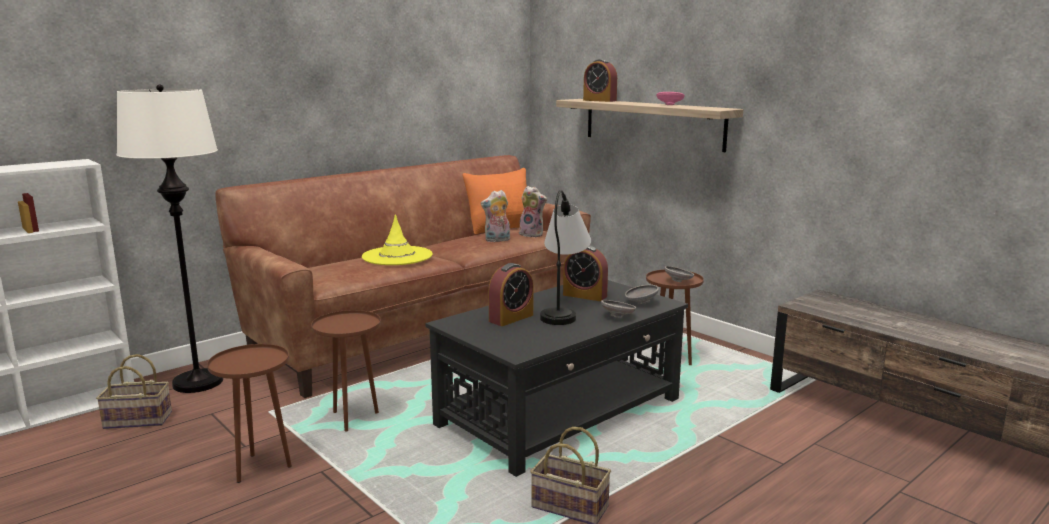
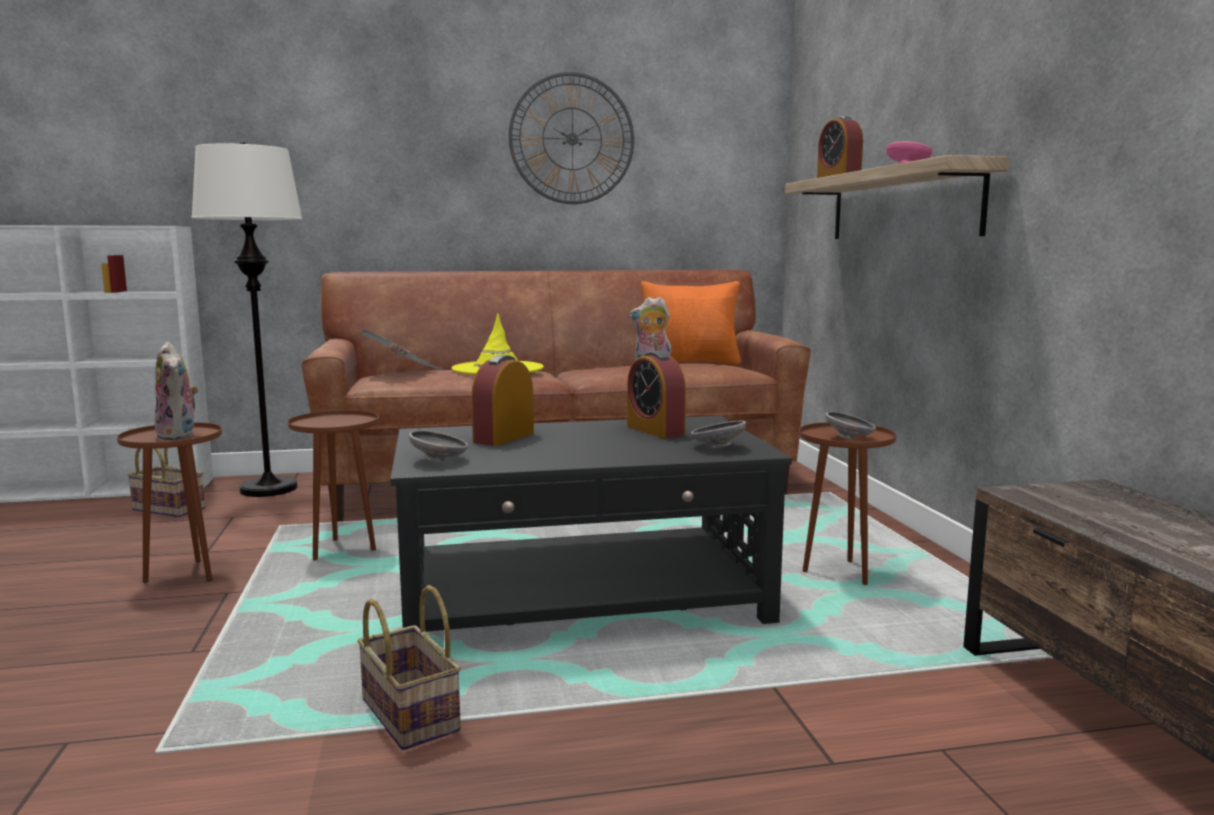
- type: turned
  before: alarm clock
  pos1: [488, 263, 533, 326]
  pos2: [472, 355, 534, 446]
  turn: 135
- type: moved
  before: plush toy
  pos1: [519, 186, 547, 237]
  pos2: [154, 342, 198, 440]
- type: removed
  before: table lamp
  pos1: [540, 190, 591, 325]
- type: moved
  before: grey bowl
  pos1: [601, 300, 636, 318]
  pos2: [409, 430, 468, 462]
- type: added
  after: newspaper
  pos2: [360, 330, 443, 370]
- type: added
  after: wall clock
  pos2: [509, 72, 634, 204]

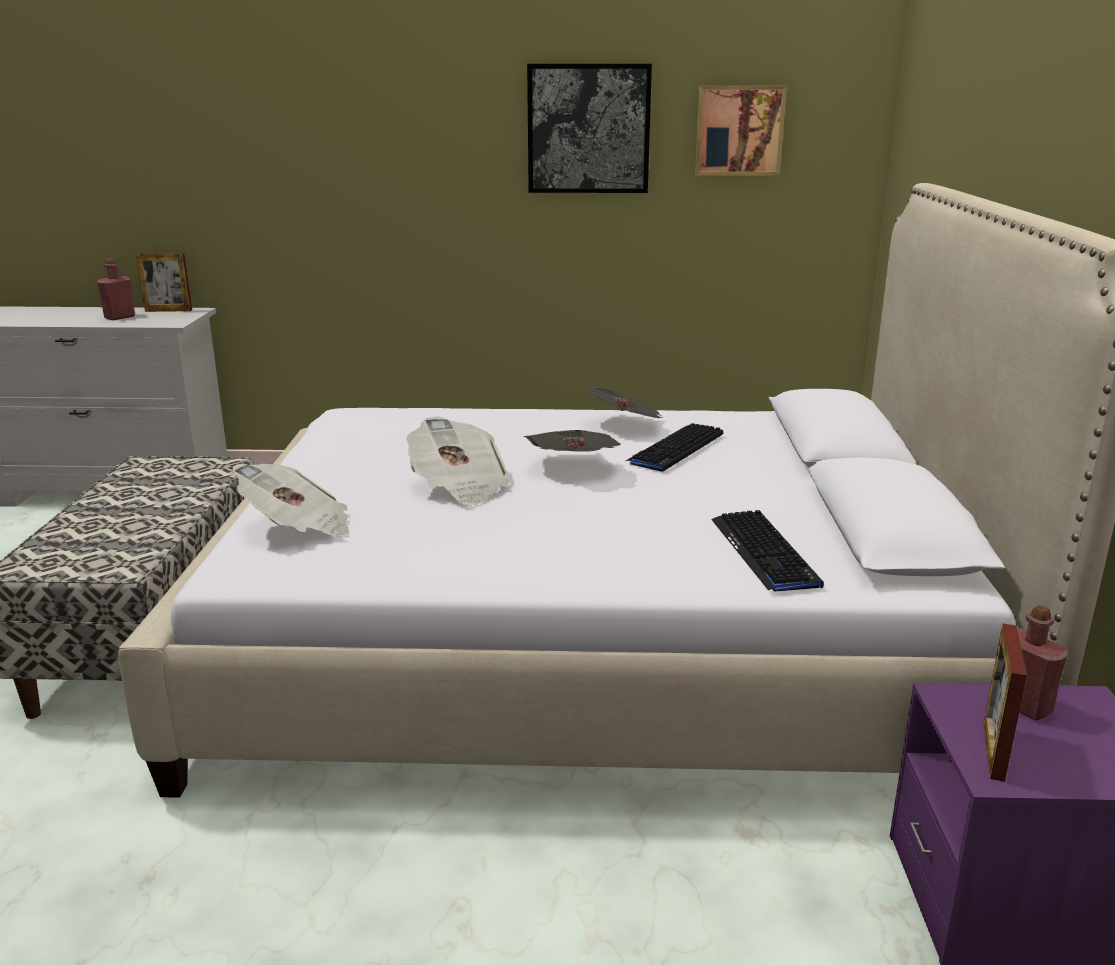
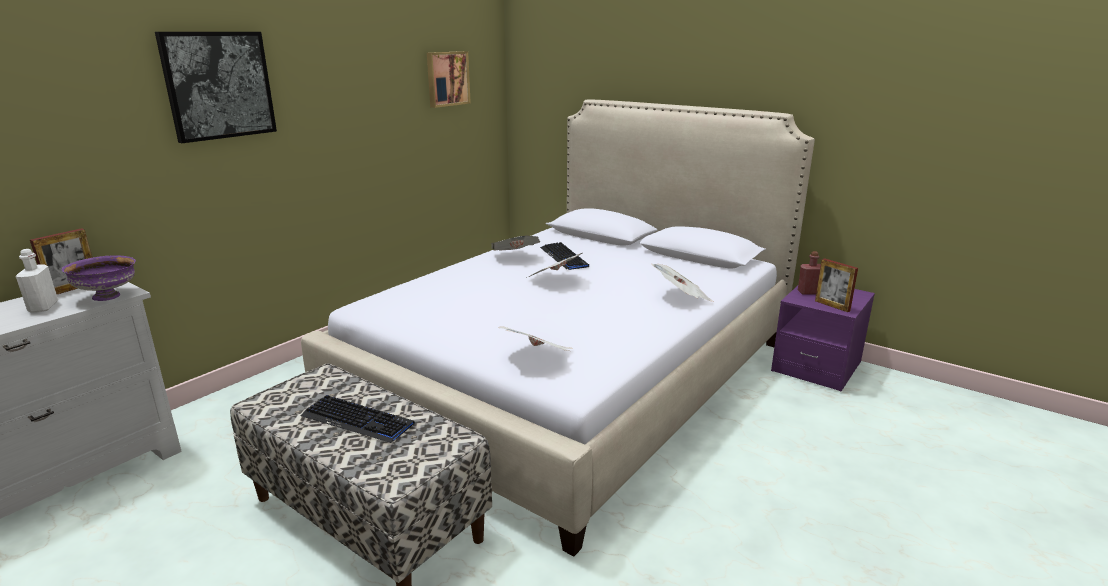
- type: recoloured
  before: red bottle
  after: white bottle
  pos1: [97, 258, 135, 320]
  pos2: [16, 249, 58, 313]
- type: moved
  before: newspaper
  pos1: [406, 417, 510, 506]
  pos2: [651, 264, 714, 302]
- type: moved
  before: picture
  pos1: [527, 64, 652, 193]
  pos2: [155, 32, 277, 143]
- type: moved
  before: keyboard
  pos1: [711, 510, 824, 592]
  pos2: [301, 395, 415, 443]
- type: added
  after: purple bowl
  pos2: [62, 255, 136, 301]

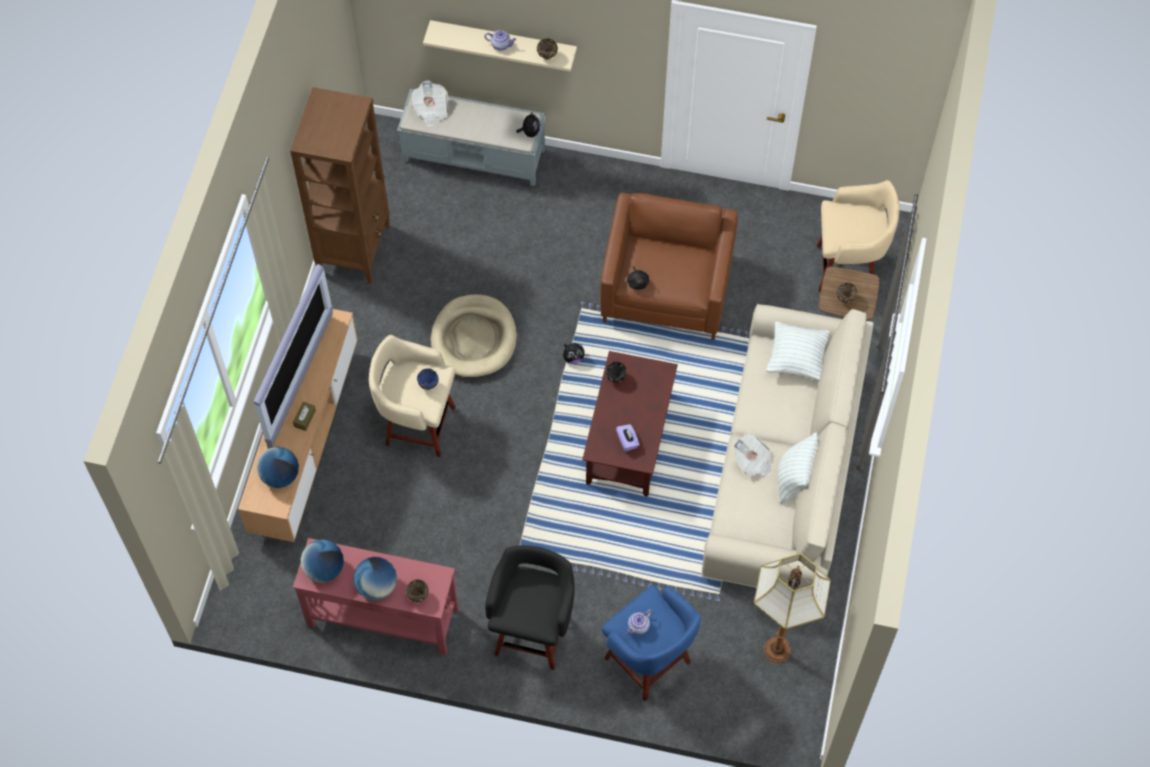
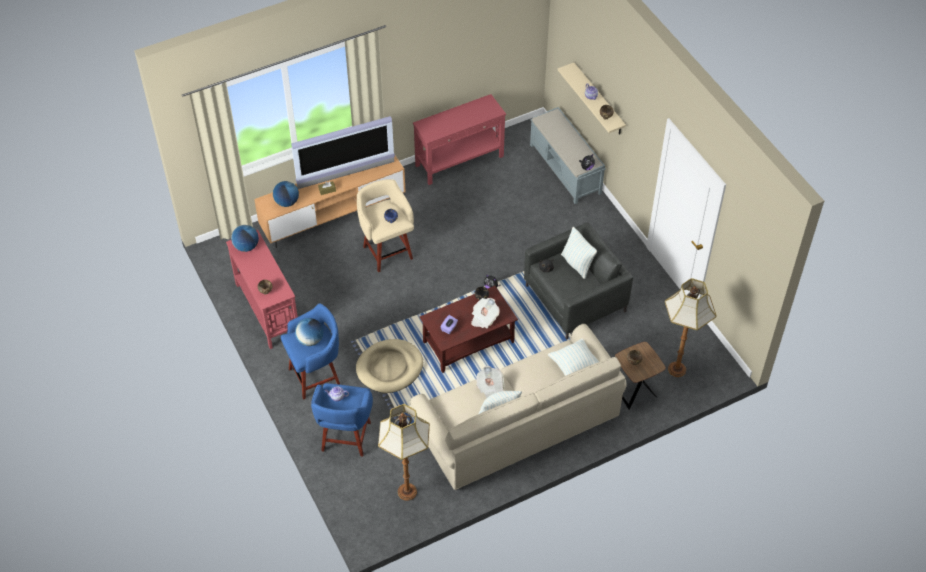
- type: replaced
  before: brown bookcase
  after: red console table
  pos1: [290, 87, 390, 284]
  pos2: [413, 94, 506, 185]
- type: moved
  before: globe
  pos1: [353, 557, 397, 600]
  pos2: [295, 318, 323, 346]
- type: moved
  before: newspaper
  pos1: [412, 81, 449, 127]
  pos2: [471, 298, 500, 329]
- type: moved
  before: beige dog bed
  pos1: [431, 294, 517, 378]
  pos2: [356, 339, 423, 393]
- type: recoloured
  before: black stool
  after: blue stool
  pos1: [485, 545, 575, 670]
  pos2: [281, 304, 340, 400]
- type: recoloured
  before: brown armchair
  after: grey armchair
  pos1: [600, 193, 738, 340]
  pos2: [524, 222, 633, 339]
- type: replaced
  before: beige stool
  after: floor lamp
  pos1: [817, 180, 900, 292]
  pos2: [665, 278, 717, 377]
- type: added
  after: pillow
  pos2: [561, 227, 597, 279]

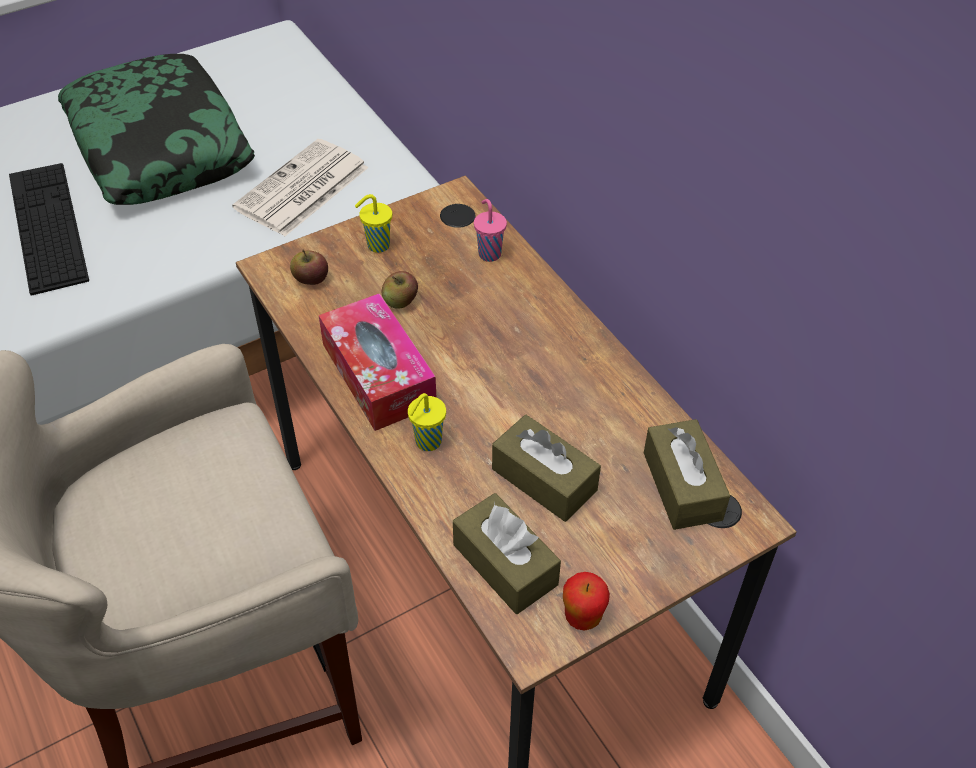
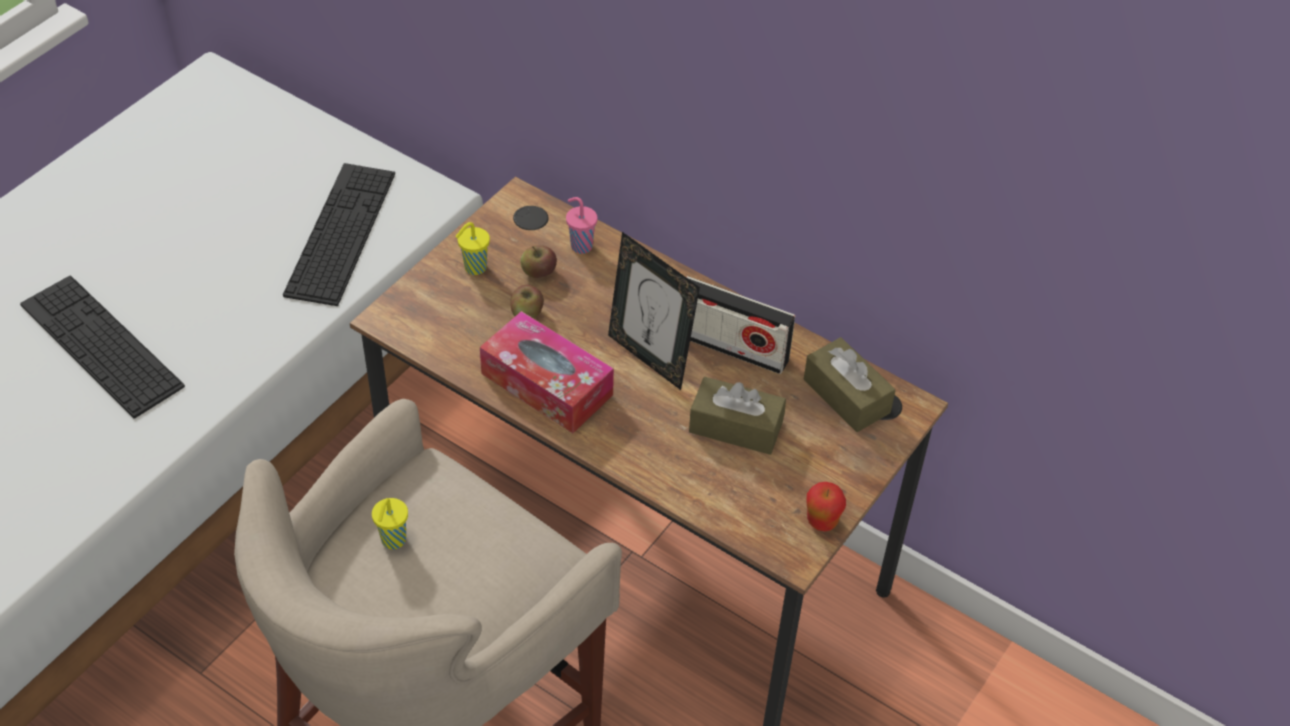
- type: removed
  before: pillow
  pos1: [58, 54, 255, 205]
- type: replaced
  before: newspaper
  after: keyboard
  pos1: [232, 139, 369, 236]
  pos2: [283, 163, 395, 306]
- type: moved
  before: apple
  pos1: [290, 249, 328, 285]
  pos2: [520, 245, 557, 278]
- type: moved
  before: yellow cup
  pos1: [408, 393, 446, 451]
  pos2: [372, 498, 408, 549]
- type: removed
  before: brown tissue box
  pos1: [453, 493, 561, 614]
- type: added
  after: picture frame
  pos2: [608, 232, 700, 390]
- type: added
  after: radio
  pos2: [686, 276, 795, 374]

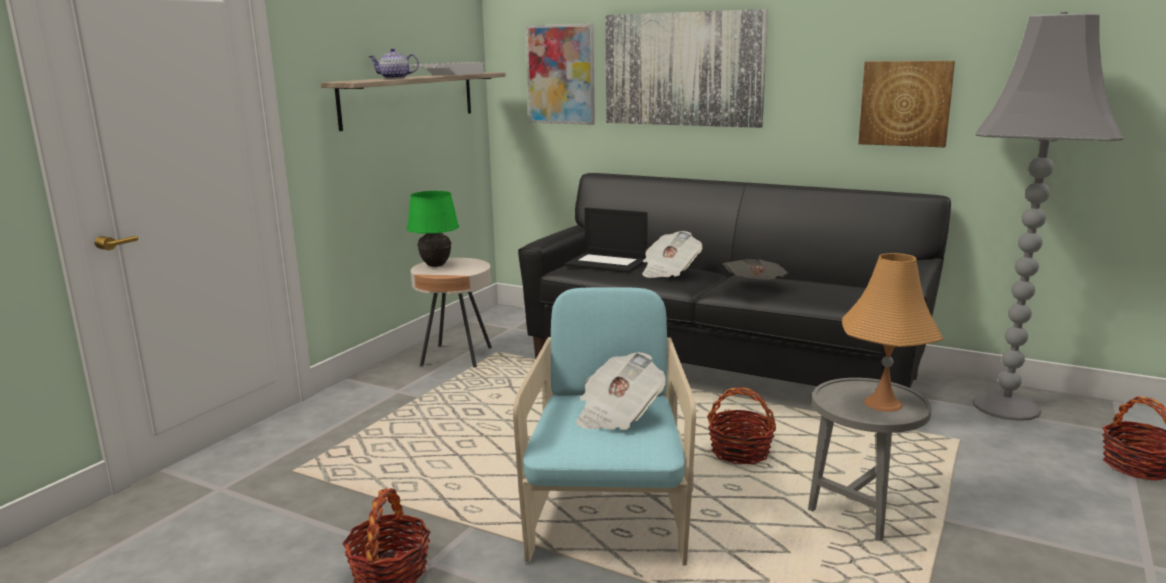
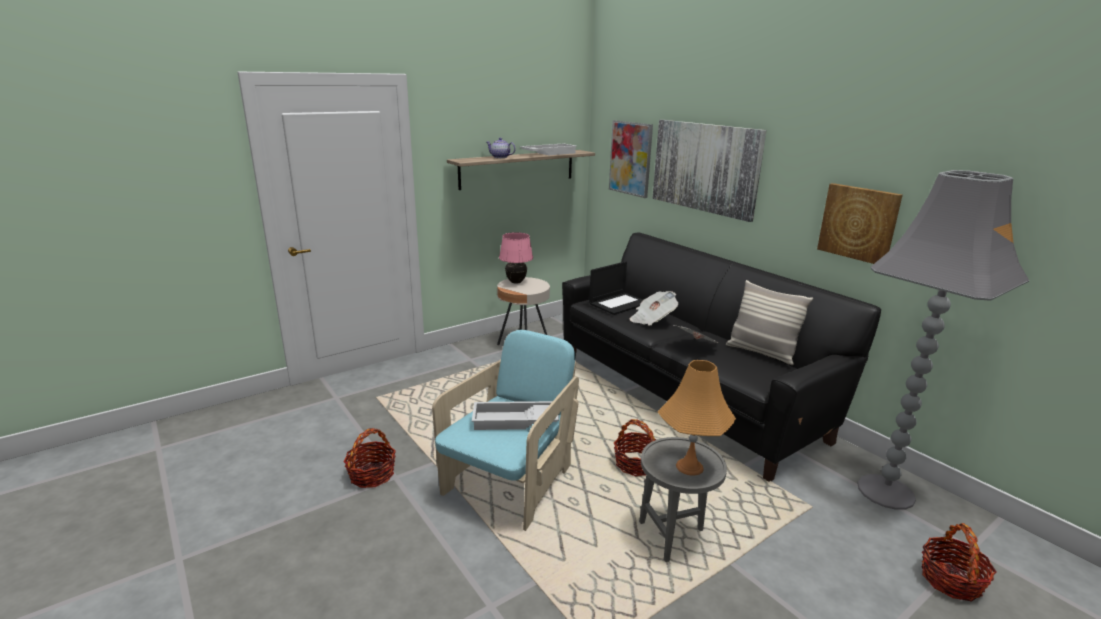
- type: recoloured
  before: green table lamp
  after: pink table lamp
  pos1: [407, 191, 459, 267]
  pos2: [499, 232, 533, 283]
- type: turned
  before: laptop
  pos1: [565, 207, 647, 273]
  pos2: [589, 261, 643, 315]
  turn: -90
- type: replaced
  before: newspaper
  after: white tray
  pos1: [576, 352, 666, 430]
  pos2: [472, 401, 559, 430]
- type: added
  after: pillow
  pos2: [726, 280, 813, 365]

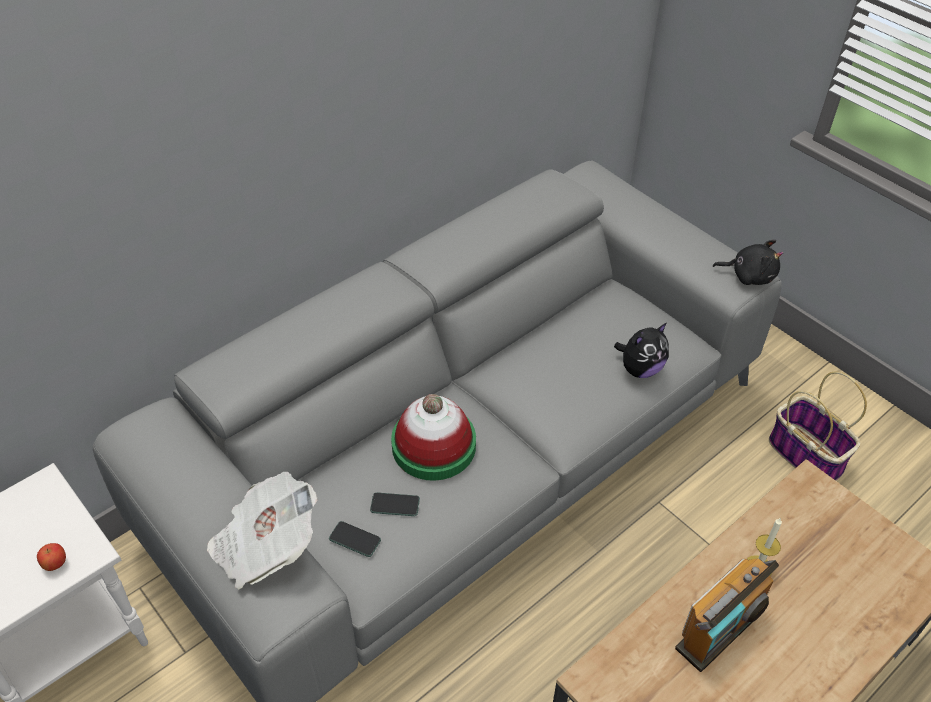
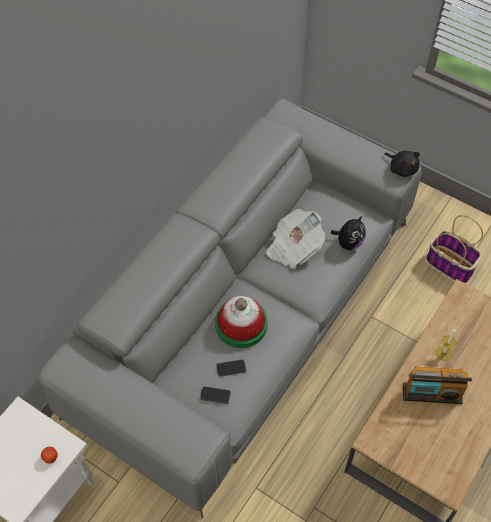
- type: moved
  before: newspaper
  pos1: [207, 472, 318, 590]
  pos2: [266, 209, 325, 269]
- type: turned
  before: radio
  pos1: [675, 558, 779, 672]
  pos2: [403, 366, 472, 404]
  turn: 60
- type: turned
  before: black plush toy
  pos1: [713, 240, 783, 285]
  pos2: [384, 151, 420, 177]
  turn: 45

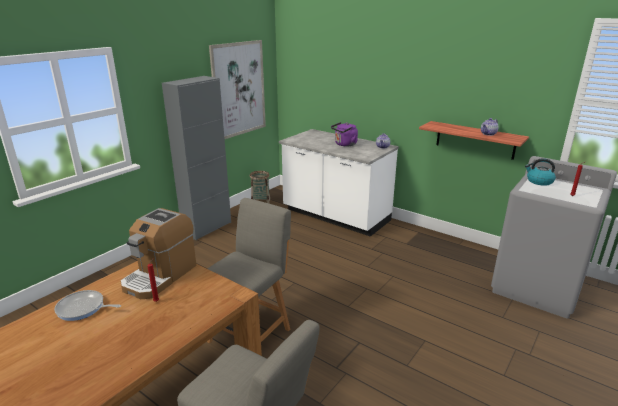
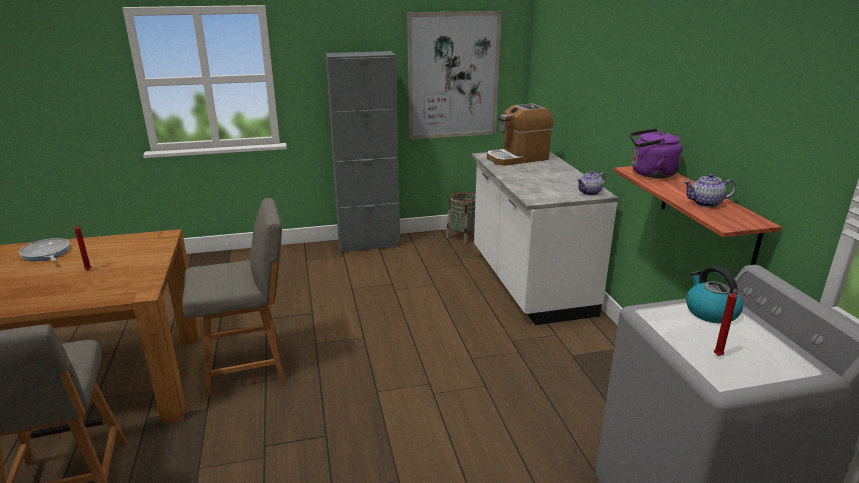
- type: moved
  before: coffee machine
  pos1: [120, 208, 197, 299]
  pos2: [487, 103, 554, 166]
- type: moved
  before: purple kettle
  pos1: [331, 122, 358, 146]
  pos2: [630, 129, 682, 178]

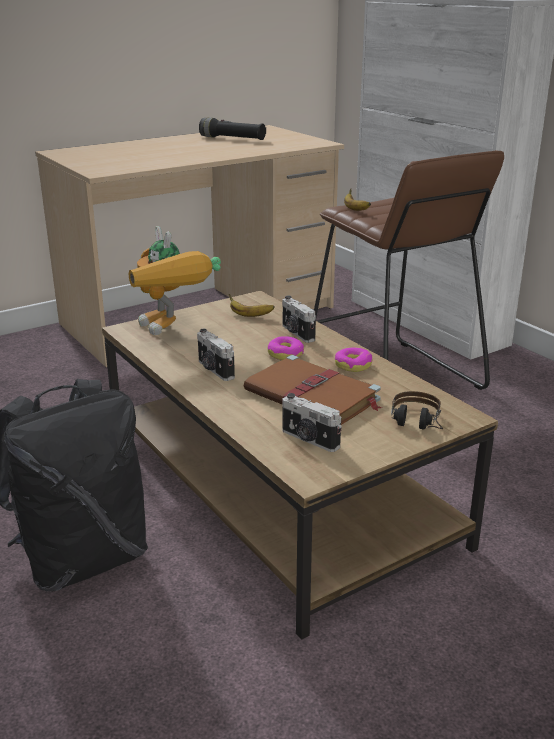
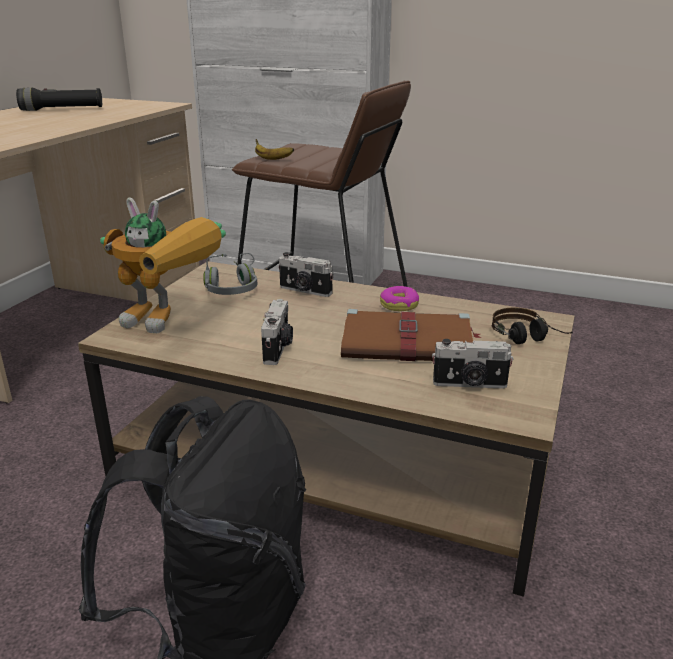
- type: turned
  before: photo camera
  pos1: [197, 329, 235, 381]
  pos2: [261, 299, 293, 365]
  turn: -105
- type: replaced
  before: banana
  after: grey headphones
  pos1: [229, 294, 275, 317]
  pos2: [203, 253, 258, 295]
- type: removed
  before: donut
  pos1: [268, 336, 304, 360]

